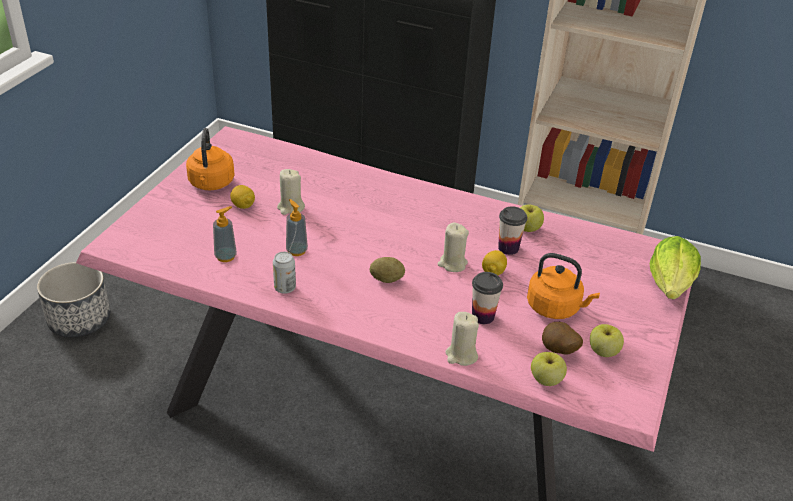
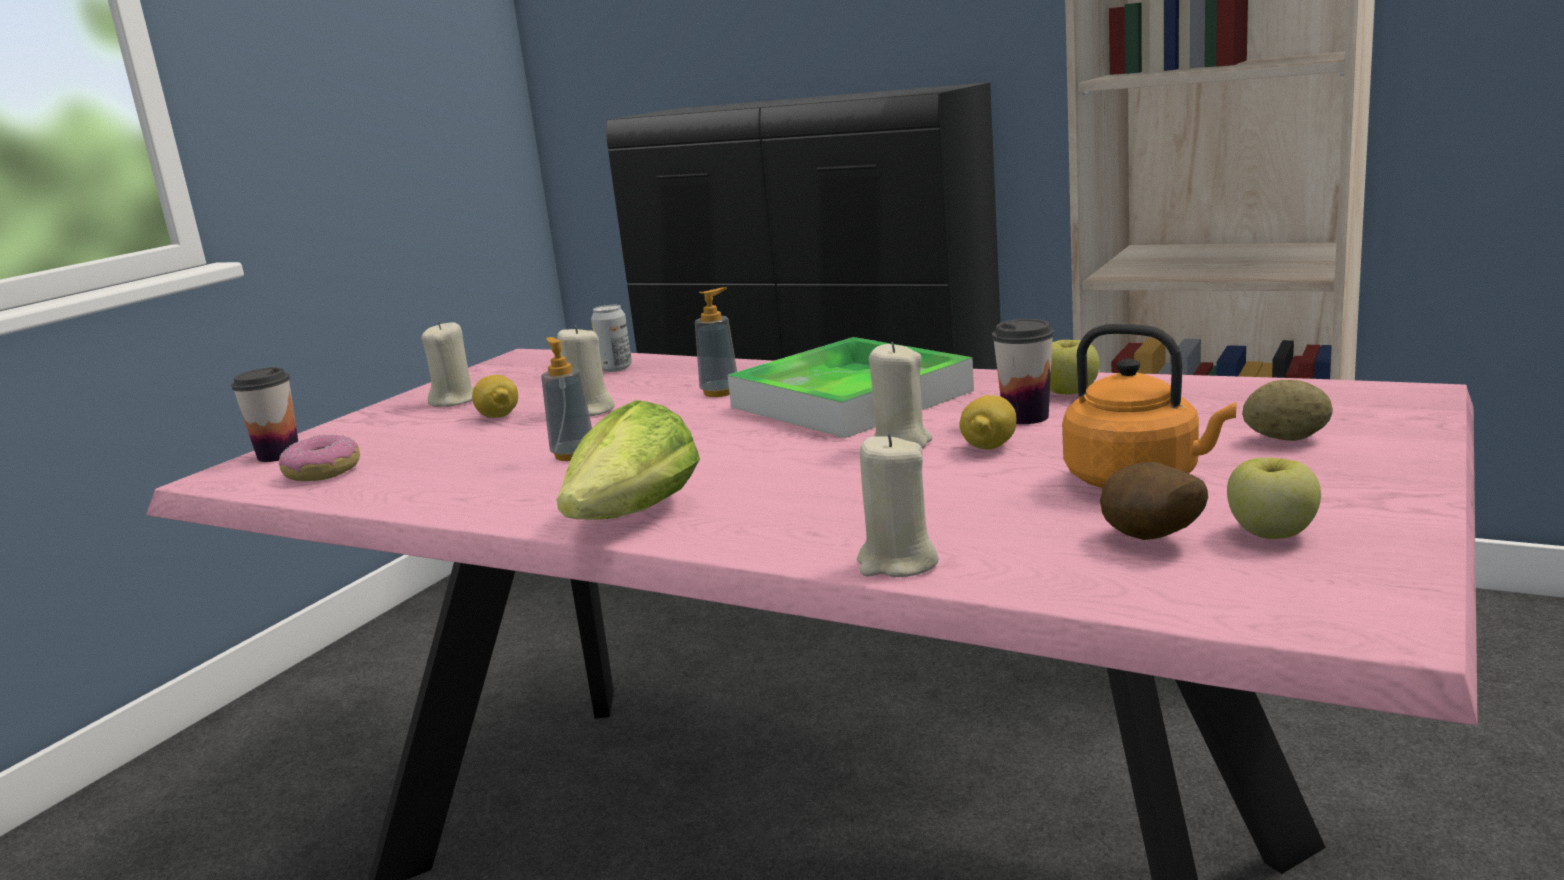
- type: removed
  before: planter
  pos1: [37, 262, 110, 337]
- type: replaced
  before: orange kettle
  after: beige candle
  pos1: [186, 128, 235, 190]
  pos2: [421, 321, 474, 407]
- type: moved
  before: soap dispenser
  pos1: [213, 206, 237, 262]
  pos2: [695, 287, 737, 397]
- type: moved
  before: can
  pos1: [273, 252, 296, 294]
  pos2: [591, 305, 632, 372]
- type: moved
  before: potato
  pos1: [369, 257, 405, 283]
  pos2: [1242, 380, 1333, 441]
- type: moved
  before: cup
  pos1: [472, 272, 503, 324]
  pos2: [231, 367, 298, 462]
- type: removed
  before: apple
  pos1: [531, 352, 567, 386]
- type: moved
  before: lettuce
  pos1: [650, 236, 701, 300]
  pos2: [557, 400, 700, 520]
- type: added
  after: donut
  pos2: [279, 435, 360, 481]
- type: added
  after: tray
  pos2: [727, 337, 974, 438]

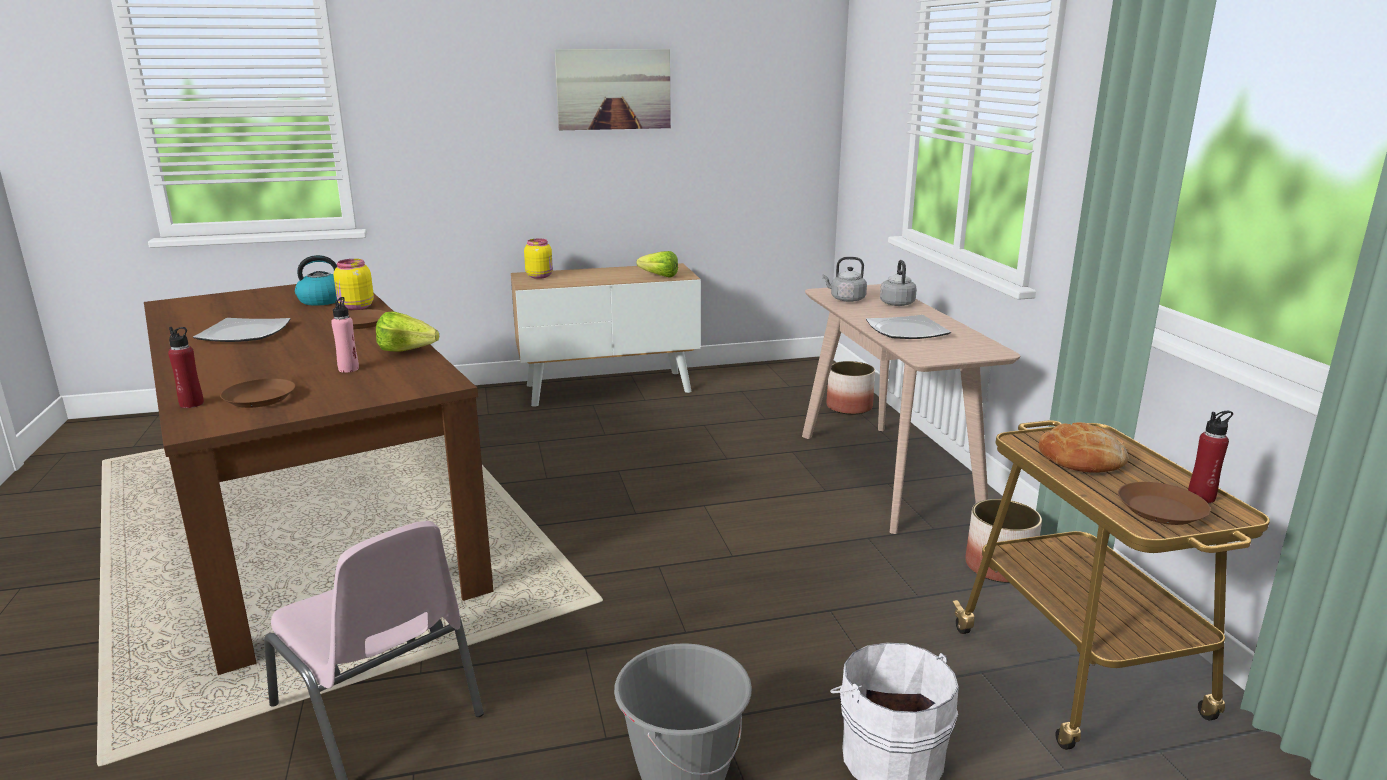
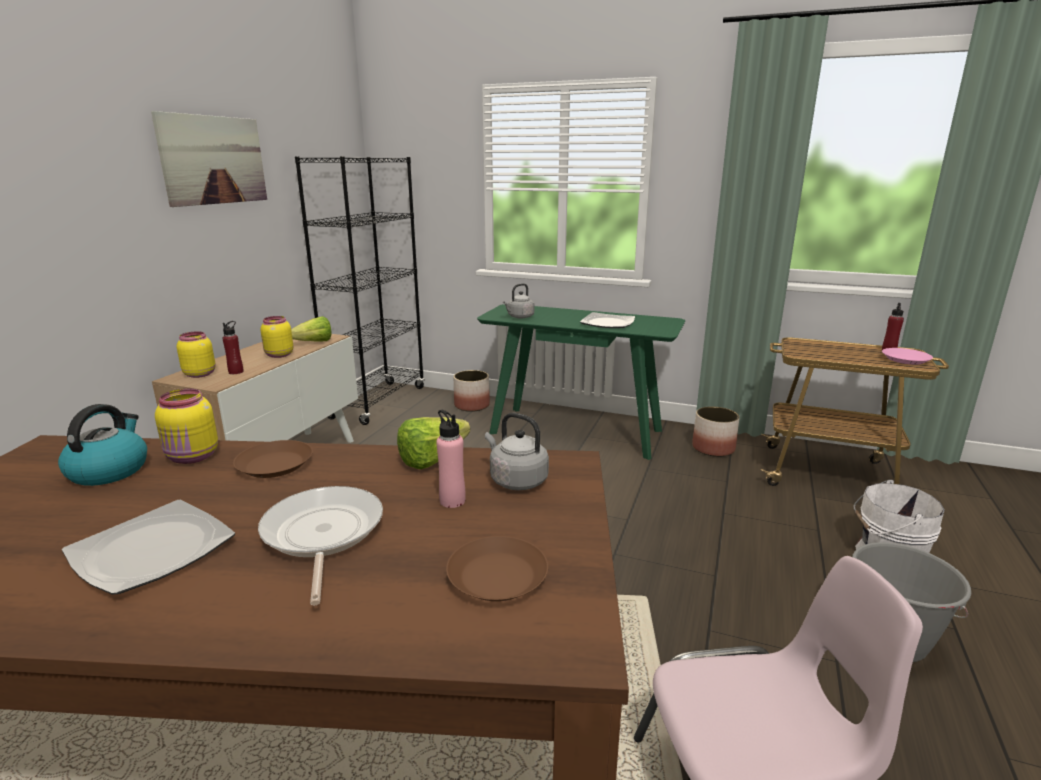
- type: moved
  before: red bottle
  pos1: [168, 327, 204, 408]
  pos2: [222, 321, 244, 374]
- type: recoloured
  before: beige console table
  after: green console table
  pos1: [802, 284, 1020, 534]
  pos2: [477, 304, 685, 460]
- type: moved
  before: grey kettle
  pos1: [880, 260, 917, 306]
  pos2: [485, 412, 549, 490]
- type: removed
  before: bread
  pos1: [1038, 422, 1129, 473]
- type: recoloured
  before: brown plate
  after: pink plate
  pos1: [1118, 482, 1211, 525]
  pos2: [882, 348, 933, 365]
- type: added
  after: frying pan
  pos2: [258, 486, 383, 605]
- type: added
  after: yellow jar
  pos2: [260, 316, 293, 358]
- type: added
  after: black bookcase
  pos2: [295, 156, 425, 425]

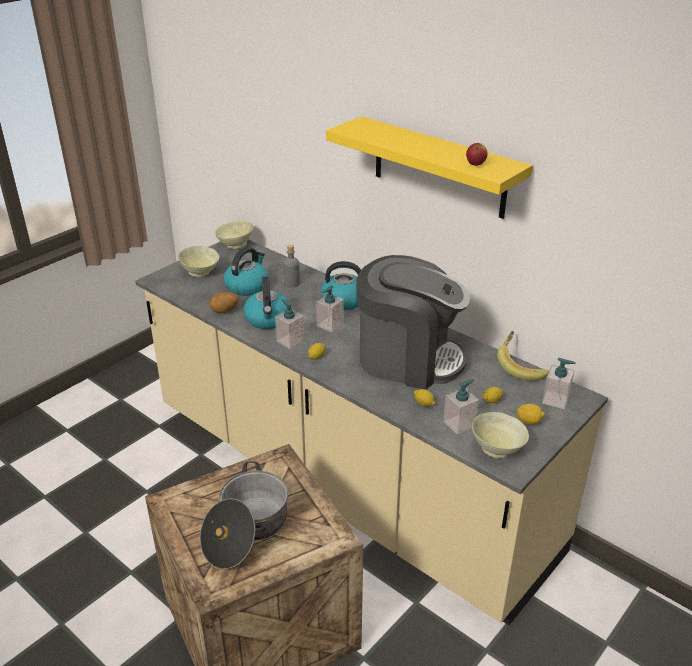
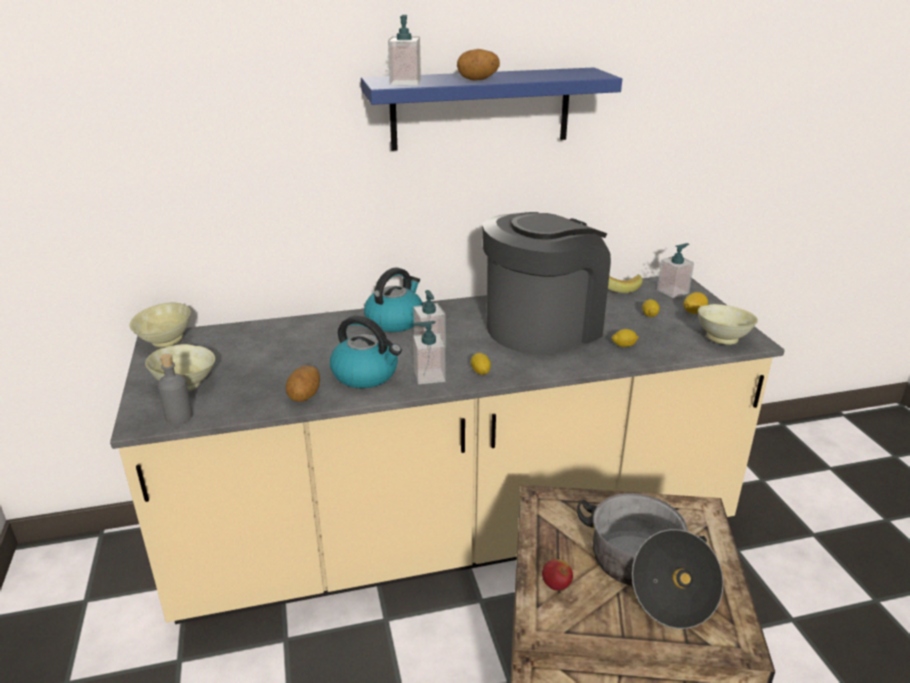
- type: removed
  before: kettle
  pos1: [224, 247, 269, 296]
- type: moved
  before: grey bottle
  pos1: [283, 244, 300, 288]
  pos2: [158, 354, 193, 424]
- type: recoloured
  before: yellow shelf
  after: blue shelf
  pos1: [326, 116, 533, 219]
  pos2: [361, 68, 622, 151]
- type: moved
  before: soap dispenser
  pos1: [443, 379, 479, 435]
  pos2: [388, 15, 421, 85]
- type: moved
  before: apple
  pos1: [466, 143, 488, 166]
  pos2: [542, 559, 573, 591]
- type: added
  after: potato
  pos2: [457, 49, 500, 81]

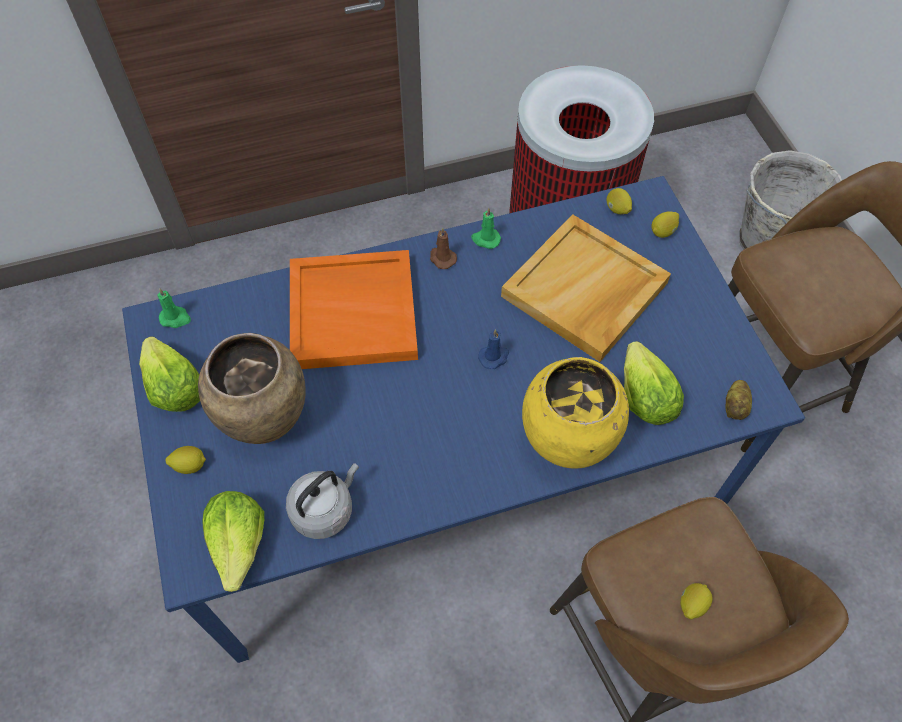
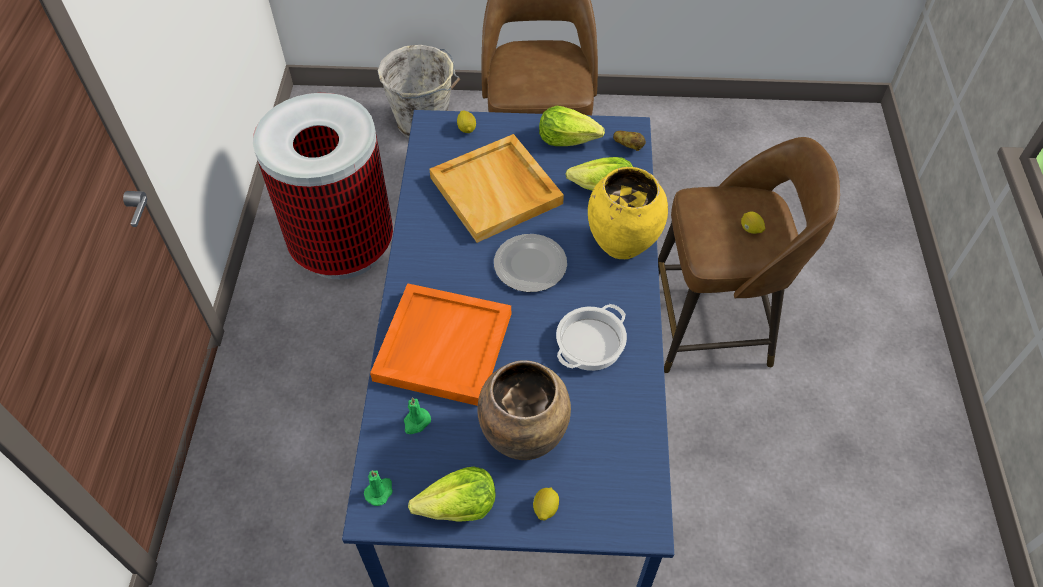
- type: moved
  before: lettuce
  pos1: [202, 491, 264, 592]
  pos2: [539, 106, 605, 146]
- type: removed
  before: grey kettle
  pos1: [286, 463, 359, 539]
- type: removed
  before: brown candle
  pos1: [430, 227, 457, 269]
- type: moved
  before: green candle
  pos1: [471, 208, 501, 249]
  pos2: [404, 397, 431, 434]
- type: replaced
  before: blue candle
  after: plate
  pos1: [478, 329, 509, 369]
  pos2: [494, 234, 567, 292]
- type: removed
  before: lemon
  pos1: [606, 188, 632, 214]
- type: added
  after: cooking pot
  pos2: [556, 304, 627, 371]

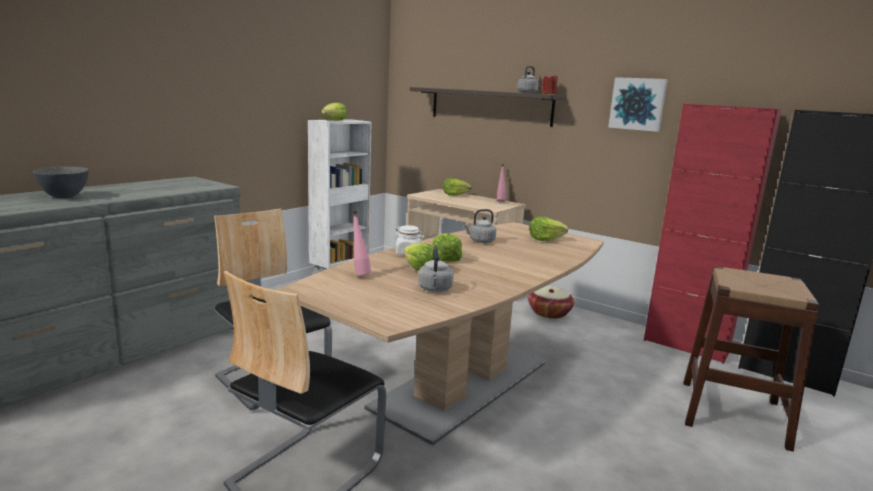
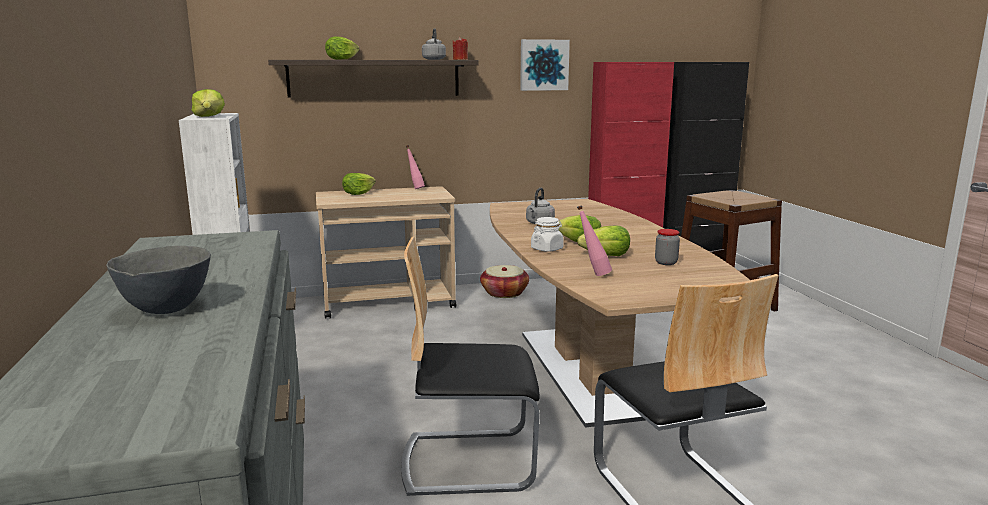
- type: replaced
  before: grey kettle
  after: jar
  pos1: [418, 246, 454, 292]
  pos2: [655, 229, 680, 265]
- type: moved
  before: lettuce
  pos1: [529, 217, 568, 241]
  pos2: [325, 36, 359, 60]

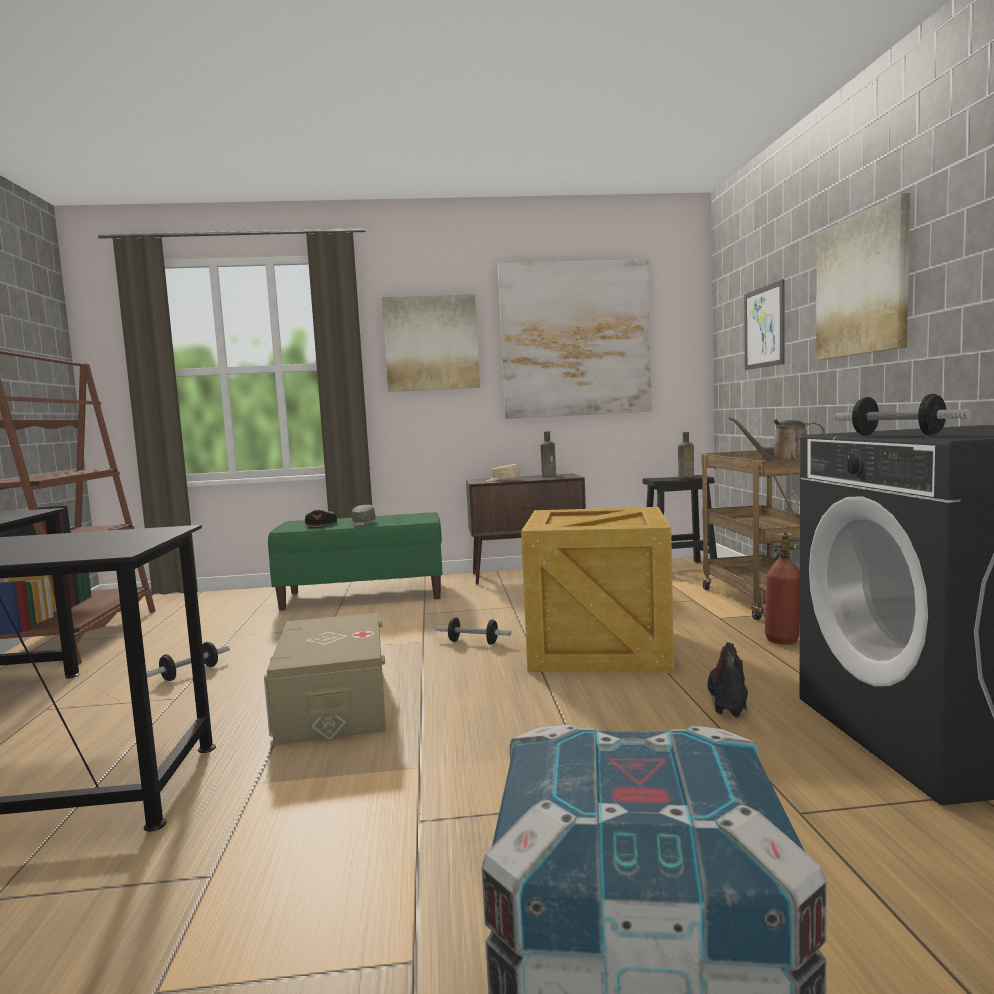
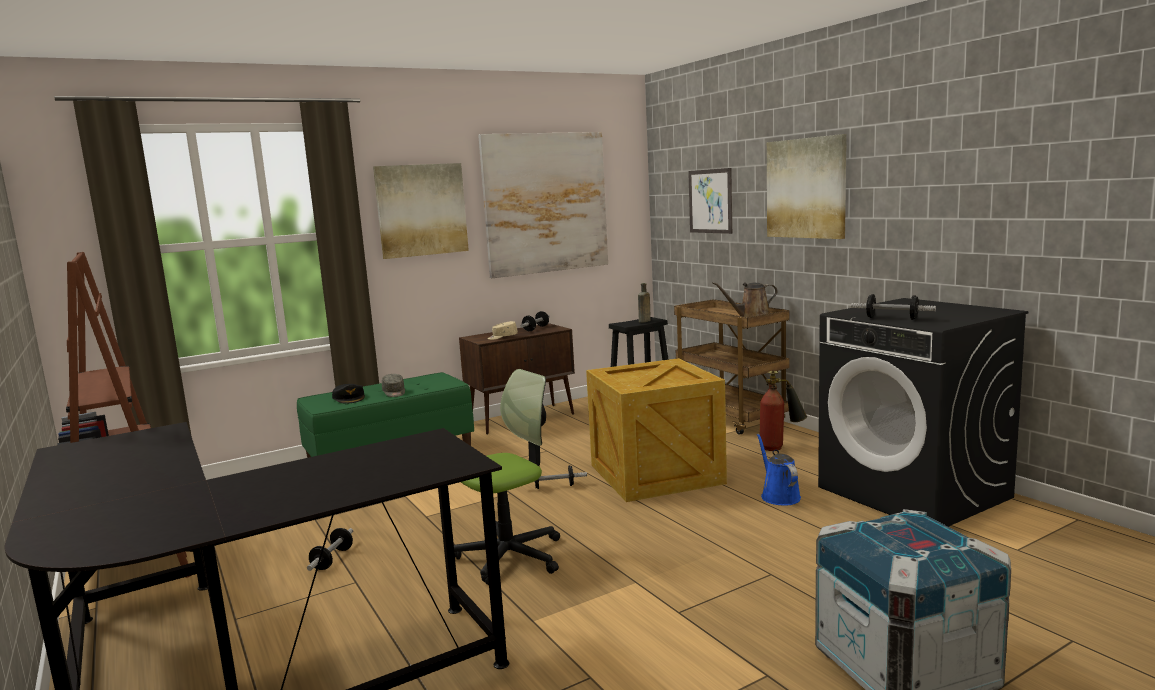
- type: replaced
  before: beige storage box
  after: office chair
  pos1: [264, 612, 386, 746]
  pos2: [454, 369, 560, 585]
- type: replaced
  before: brown bottle
  after: dumbbell
  pos1: [541, 431, 556, 477]
  pos2: [520, 311, 550, 331]
- type: replaced
  before: boot
  after: blue watering can
  pos1: [708, 642, 748, 718]
  pos2: [757, 433, 801, 506]

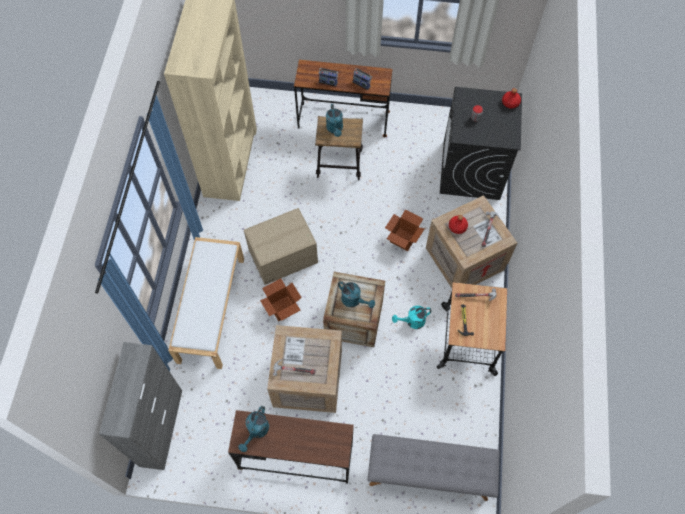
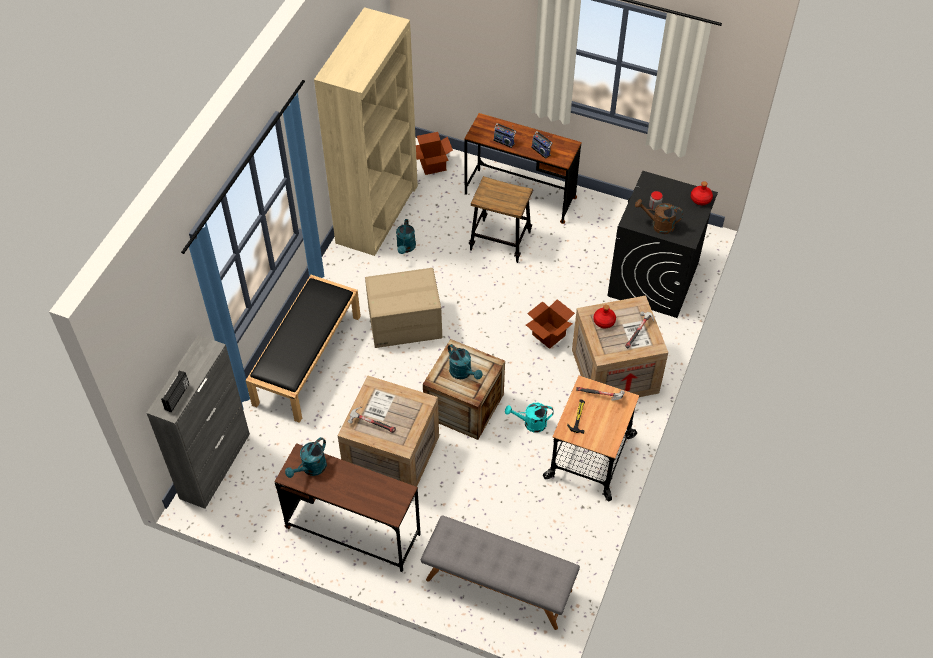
- type: recoloured
  before: white bench
  after: black bench
  pos1: [168, 237, 244, 369]
  pos2: [246, 275, 361, 423]
- type: moved
  before: cardboard box
  pos1: [260, 278, 302, 321]
  pos2: [416, 132, 453, 175]
- type: moved
  before: turquoise watering can
  pos1: [326, 104, 343, 137]
  pos2: [396, 219, 416, 254]
- type: added
  after: radio
  pos2: [161, 371, 189, 412]
- type: added
  after: brown watering can
  pos2: [635, 199, 683, 234]

